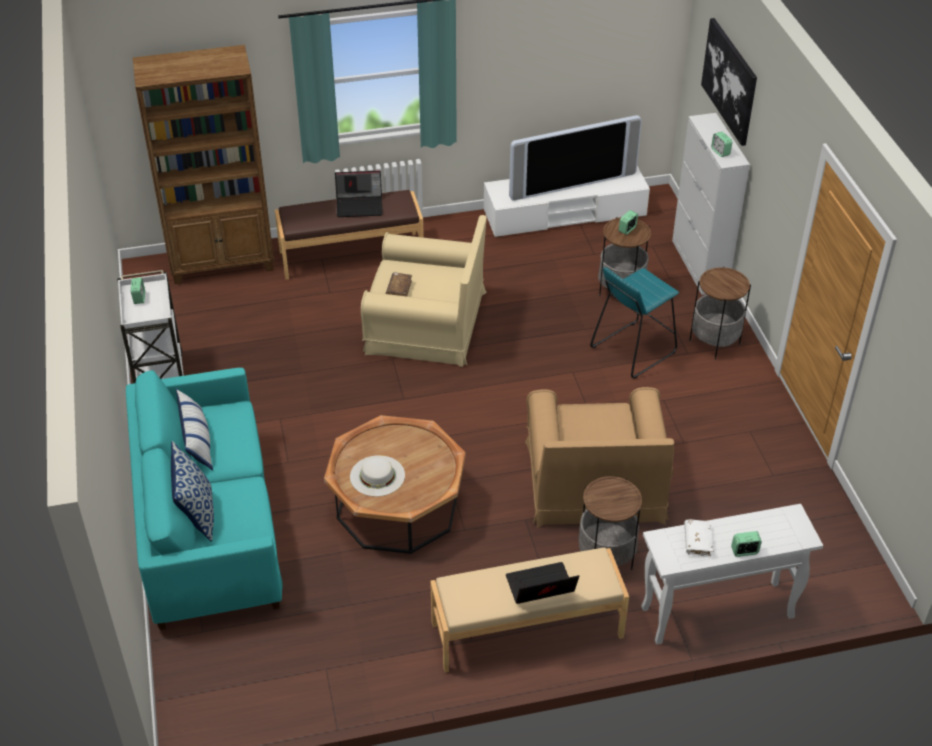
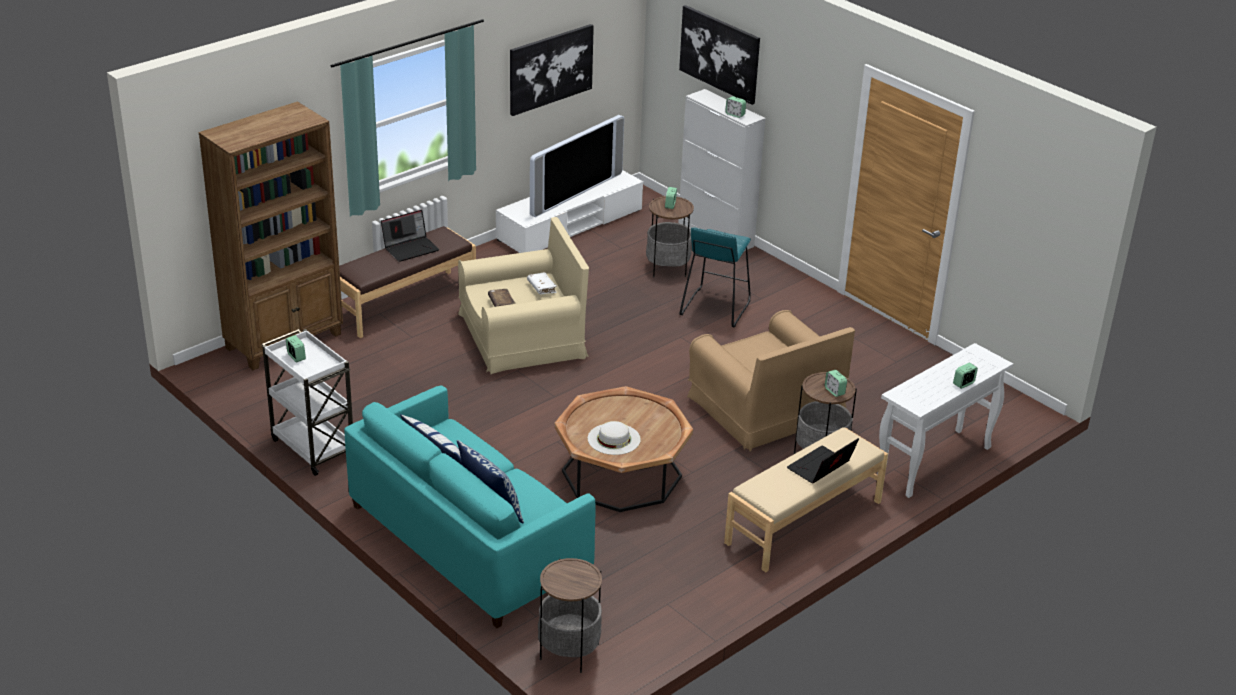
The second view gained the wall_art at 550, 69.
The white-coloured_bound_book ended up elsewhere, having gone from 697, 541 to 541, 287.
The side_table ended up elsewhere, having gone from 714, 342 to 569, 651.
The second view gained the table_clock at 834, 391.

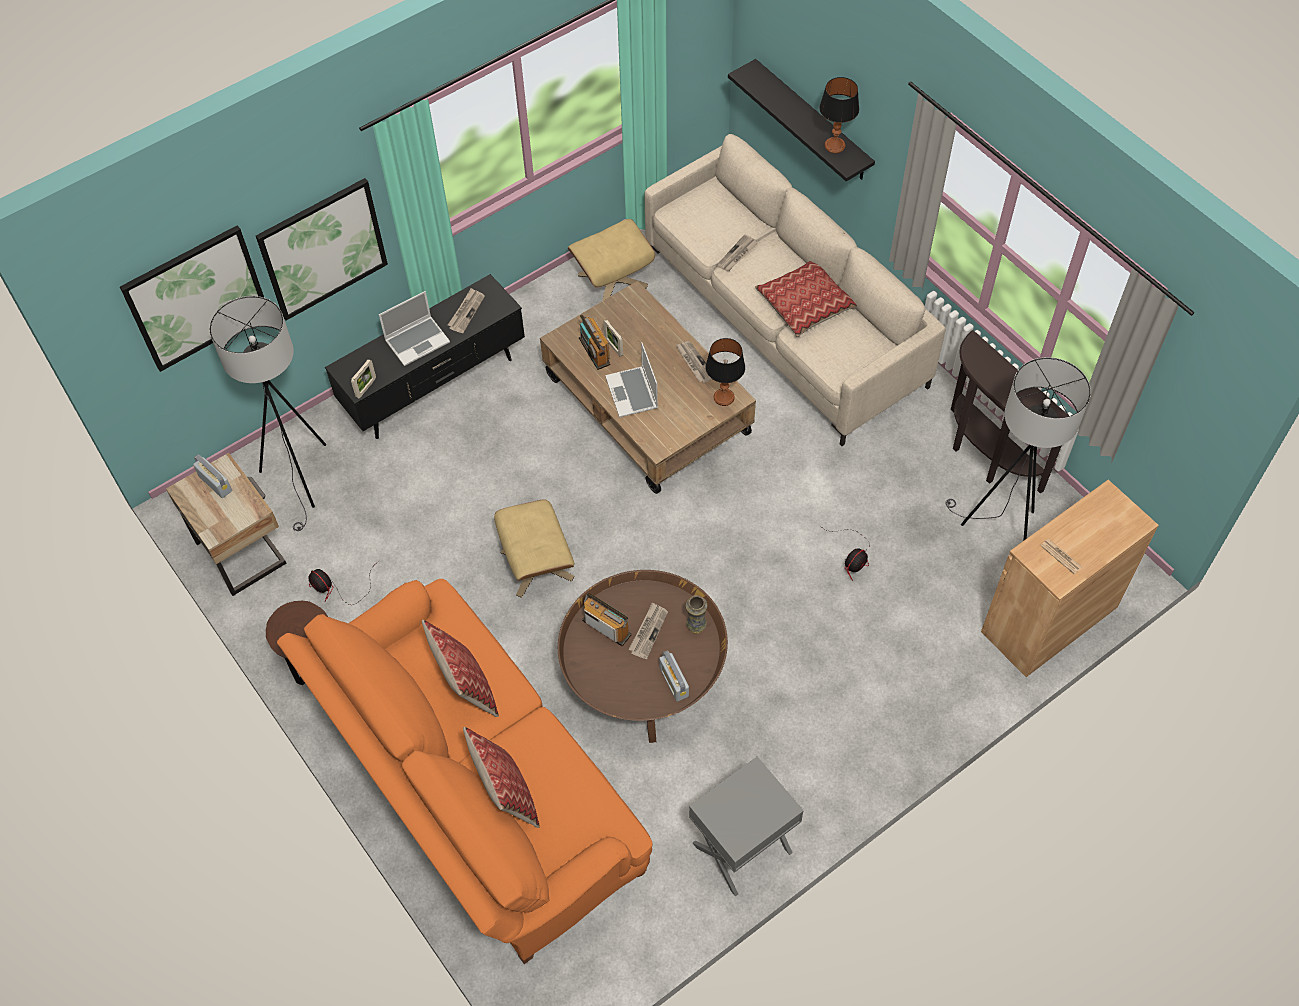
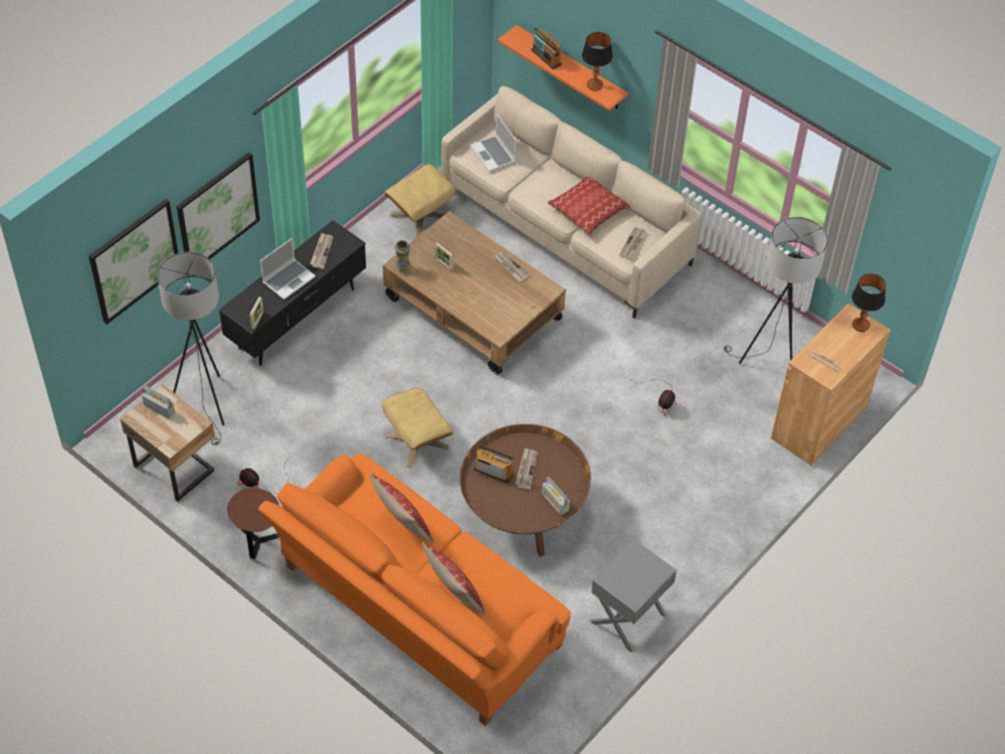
The vase ended up elsewhere, having gone from 696, 626 to 402, 268.
The laptop ended up elsewhere, having gone from 632, 393 to 493, 154.
What was the black-coloured_bracket_shelf at 812, 121 turned into the orange_bracket_shelf at 570, 68.
The radio_set ended up elsewhere, having gone from 594, 351 to 546, 57.
The daily_paper ended up elsewhere, having gone from 737, 255 to 633, 244.
The lamp_for_a_table ended up elsewhere, having gone from 724, 398 to 860, 325.
The second view lost the brown_narrow_table at 985, 457.

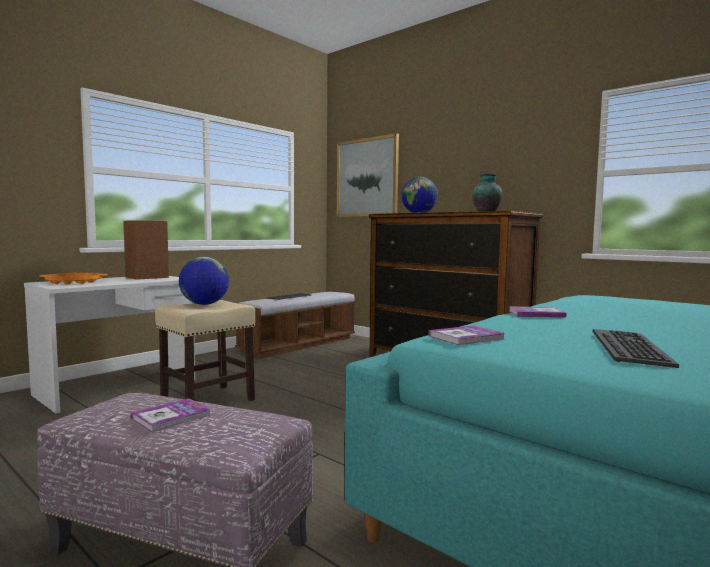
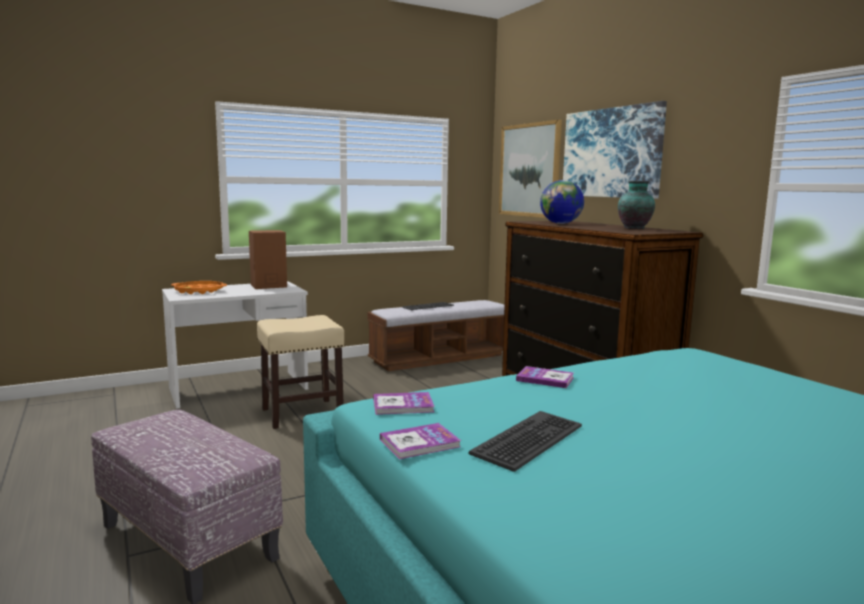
The bound_book ended up elsewhere, having gone from 171, 417 to 420, 443.
The second view gained the wall_art at 611, 153.
The second view lost the world_globe at 204, 304.

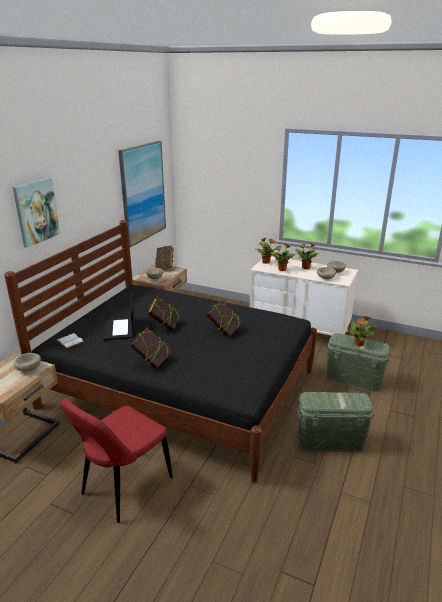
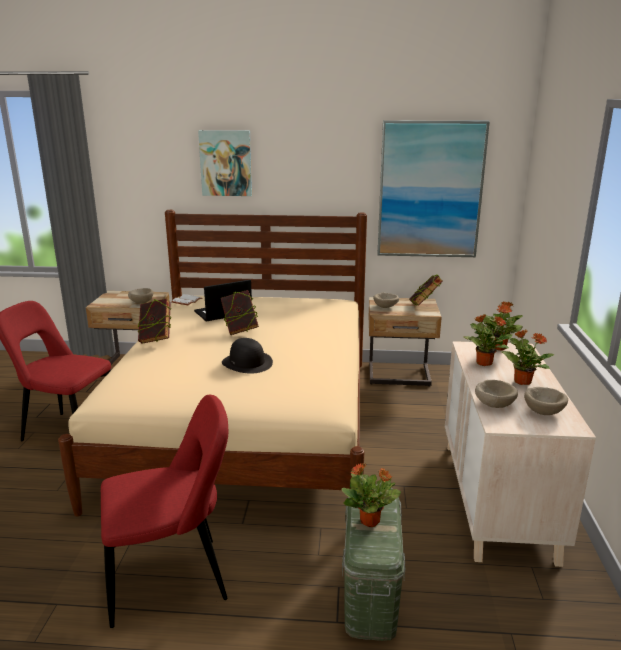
What was the black-coloured_sleeping_bed at 180, 389 turned into the beige_sleeping_bed at 247, 424.
Where the green_storage_box stood at 330, 441, the red_chair came to stand at 173, 579.
Where the bound_book stood at 224, 332, the black-coloured_wearable_hat came to stand at 247, 363.

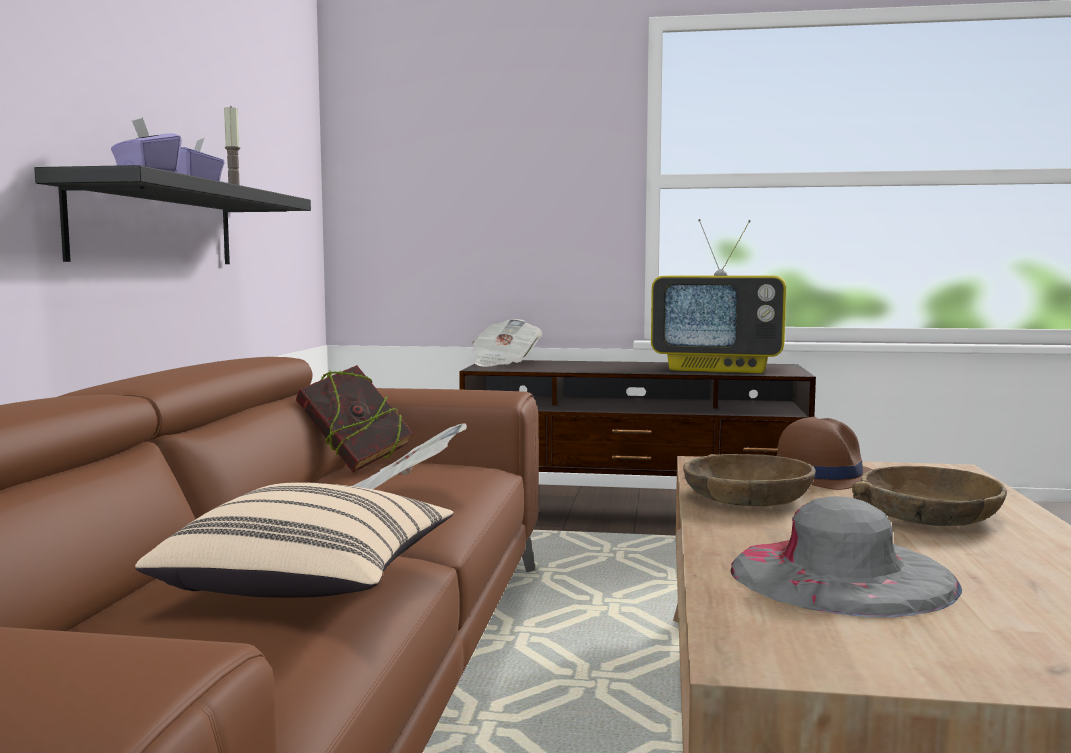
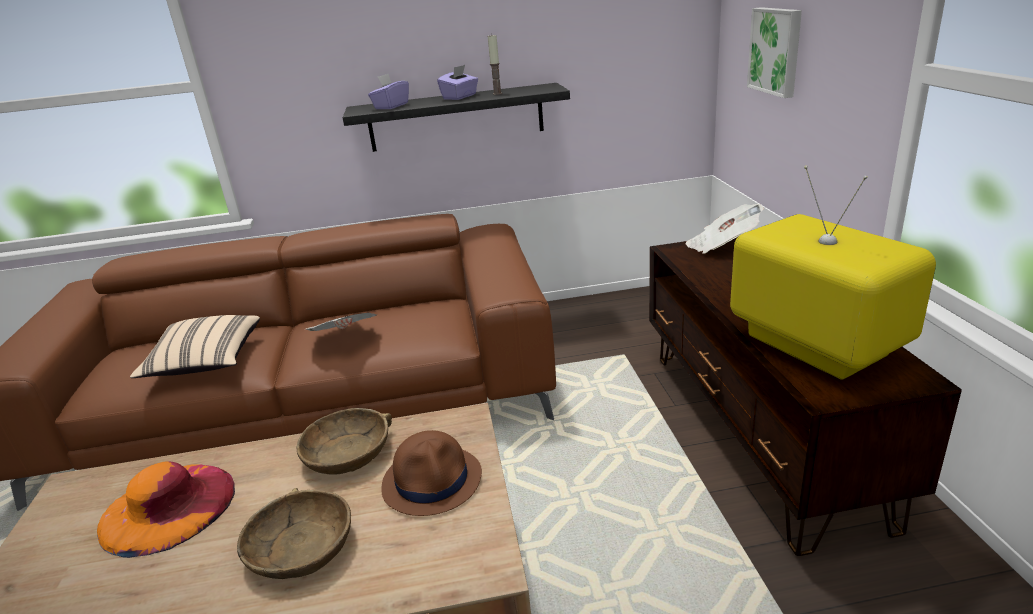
What was the greyish_wearable_hat at 840, 575 turned into the orange_wearable_hat at 168, 507.
The TV at 719, 369 ended up facing another way, 150 degrees clockwise from before.
The second view gained the wall_art at 776, 51.
The second view lost the bound_book at 356, 464.

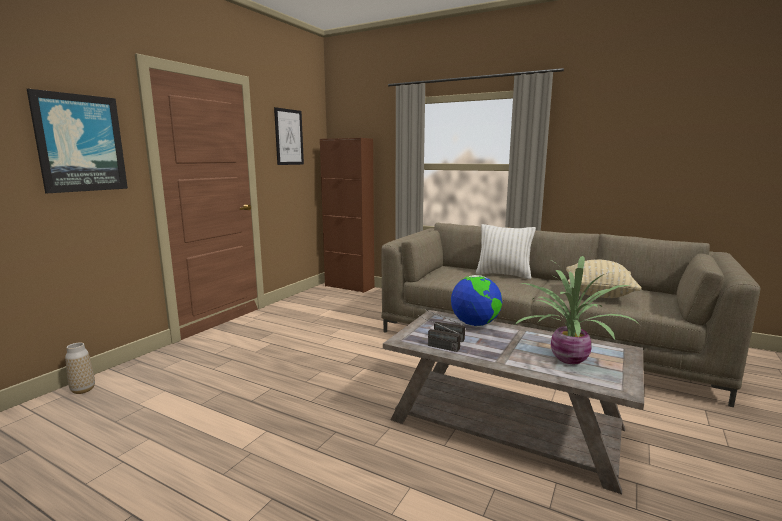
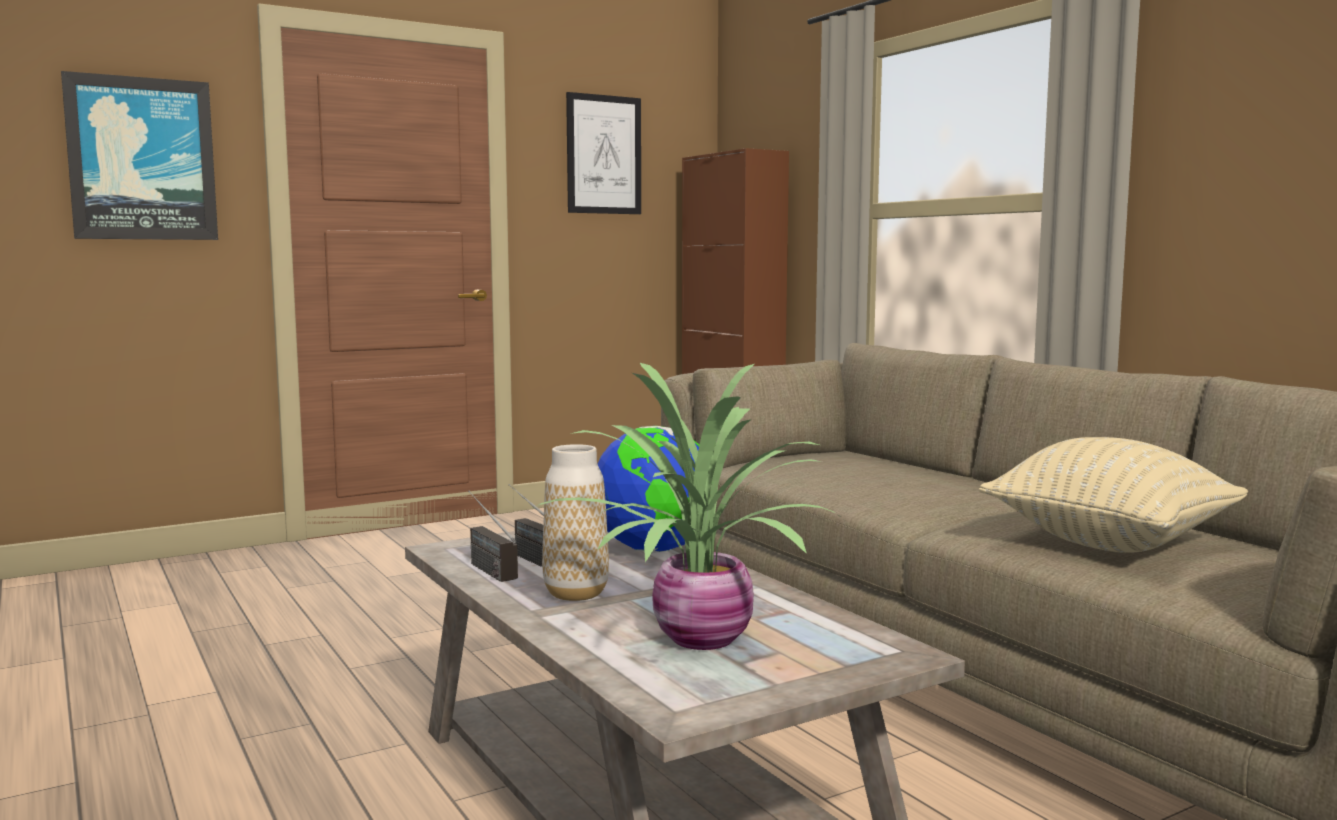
The vase ended up elsewhere, having gone from 83, 390 to 576, 593.
The second view lost the white-coloured_cushion at 503, 275.

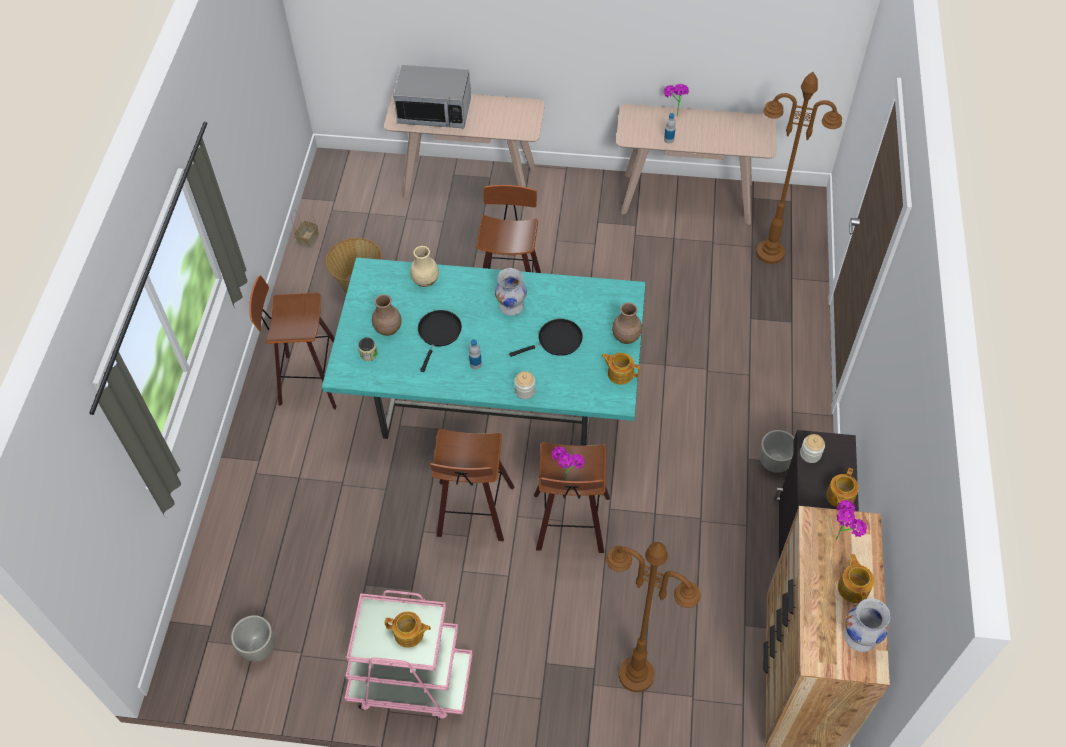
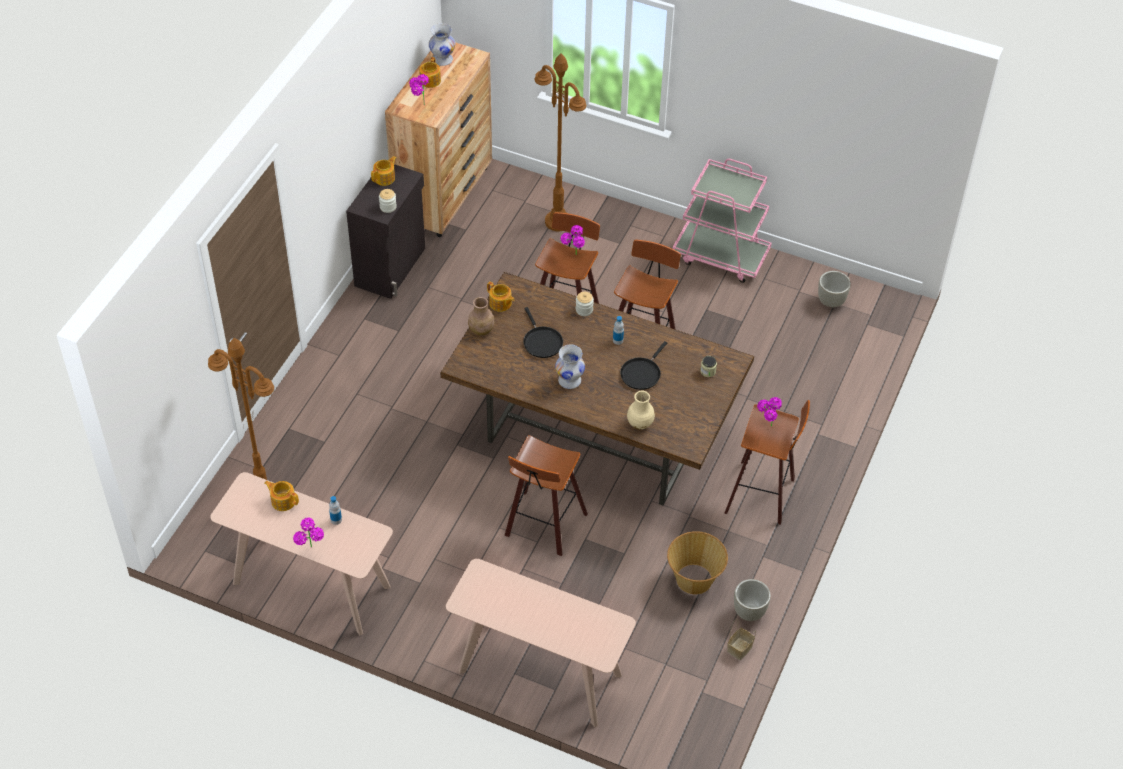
The pot_for_tea ended up elsewhere, having gone from 409, 634 to 283, 500.
What was the turquoise_dining_table at 494, 399 turned into the brown_dining_table at 594, 432.
The black-coloured_frying_pan at 556, 341 ended up facing another way, 105 degrees counterclockwise from before.
The greyish_flower_pot ended up elsewhere, having gone from 774, 462 to 749, 612.
The second view gained the plant_in_a_pot at 766, 428.
The second view lost the brown_vase at 388, 329.
The second view lost the microwave_oven at 434, 112.

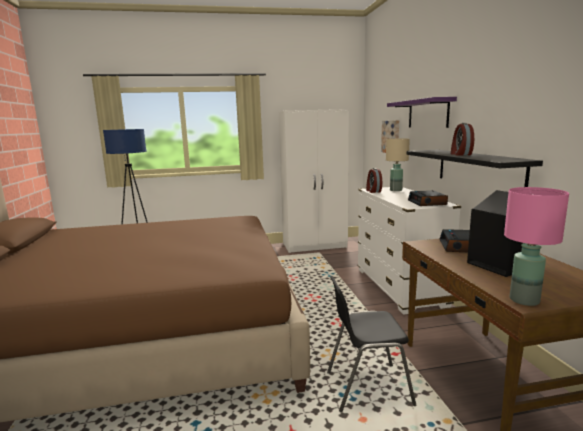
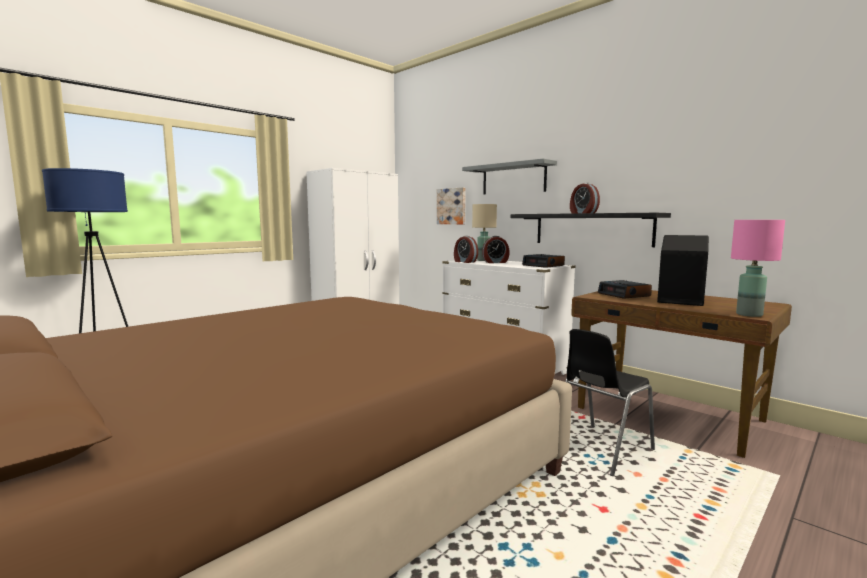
What was the purplish_bracket_shelf at 428, 114 turned into the greyish_bracket_shelf at 513, 179.
The second view gained the table_clock at 495, 262.

